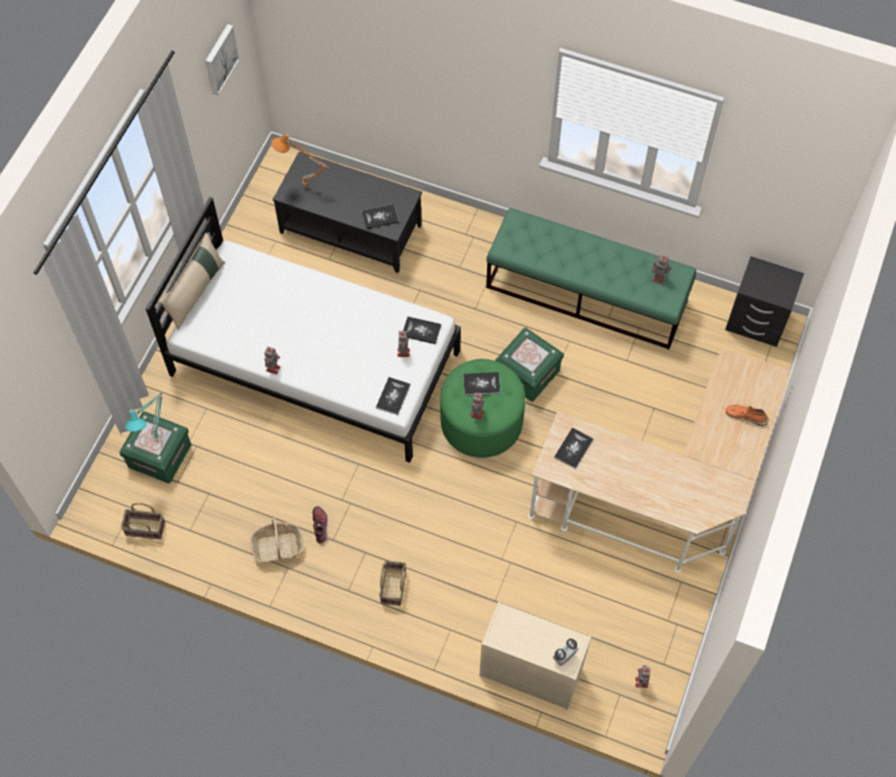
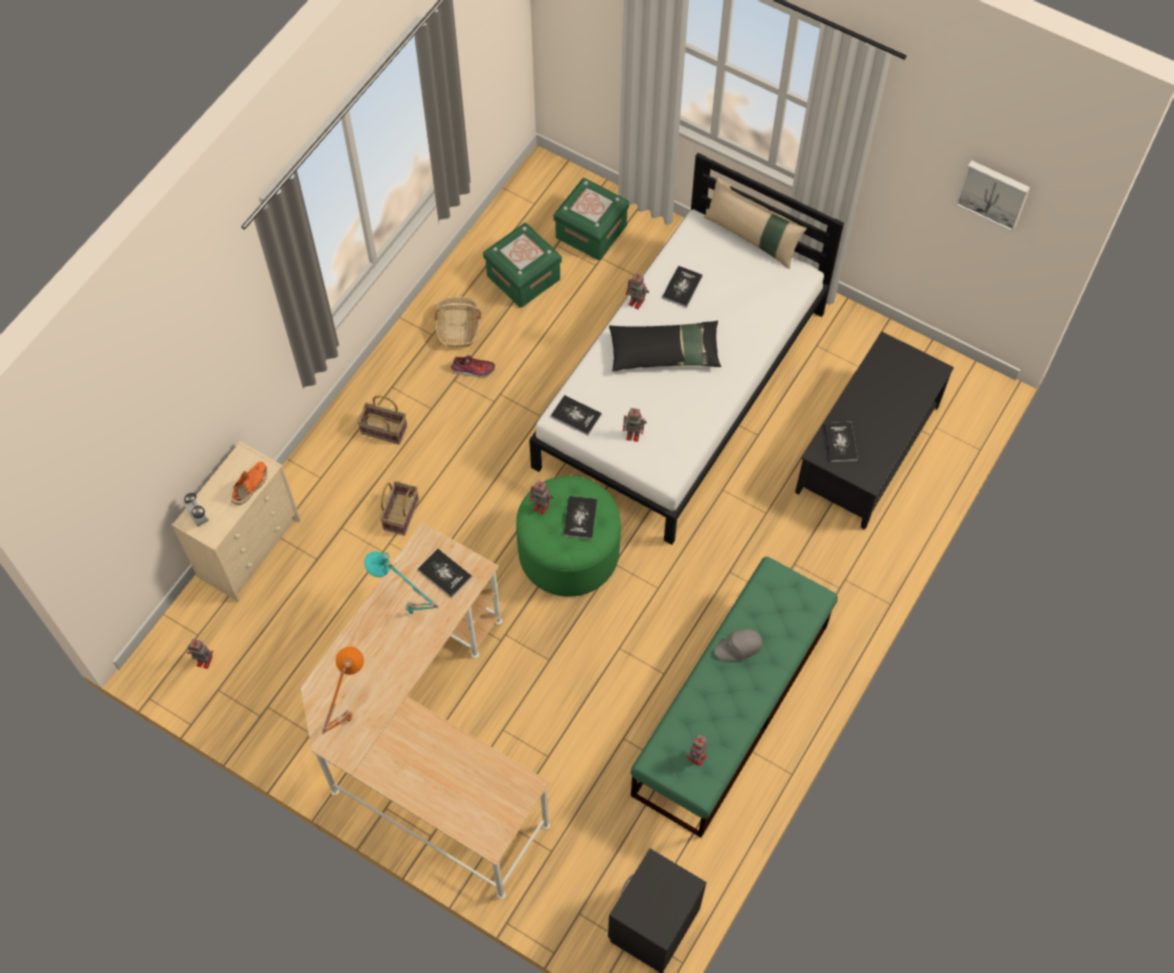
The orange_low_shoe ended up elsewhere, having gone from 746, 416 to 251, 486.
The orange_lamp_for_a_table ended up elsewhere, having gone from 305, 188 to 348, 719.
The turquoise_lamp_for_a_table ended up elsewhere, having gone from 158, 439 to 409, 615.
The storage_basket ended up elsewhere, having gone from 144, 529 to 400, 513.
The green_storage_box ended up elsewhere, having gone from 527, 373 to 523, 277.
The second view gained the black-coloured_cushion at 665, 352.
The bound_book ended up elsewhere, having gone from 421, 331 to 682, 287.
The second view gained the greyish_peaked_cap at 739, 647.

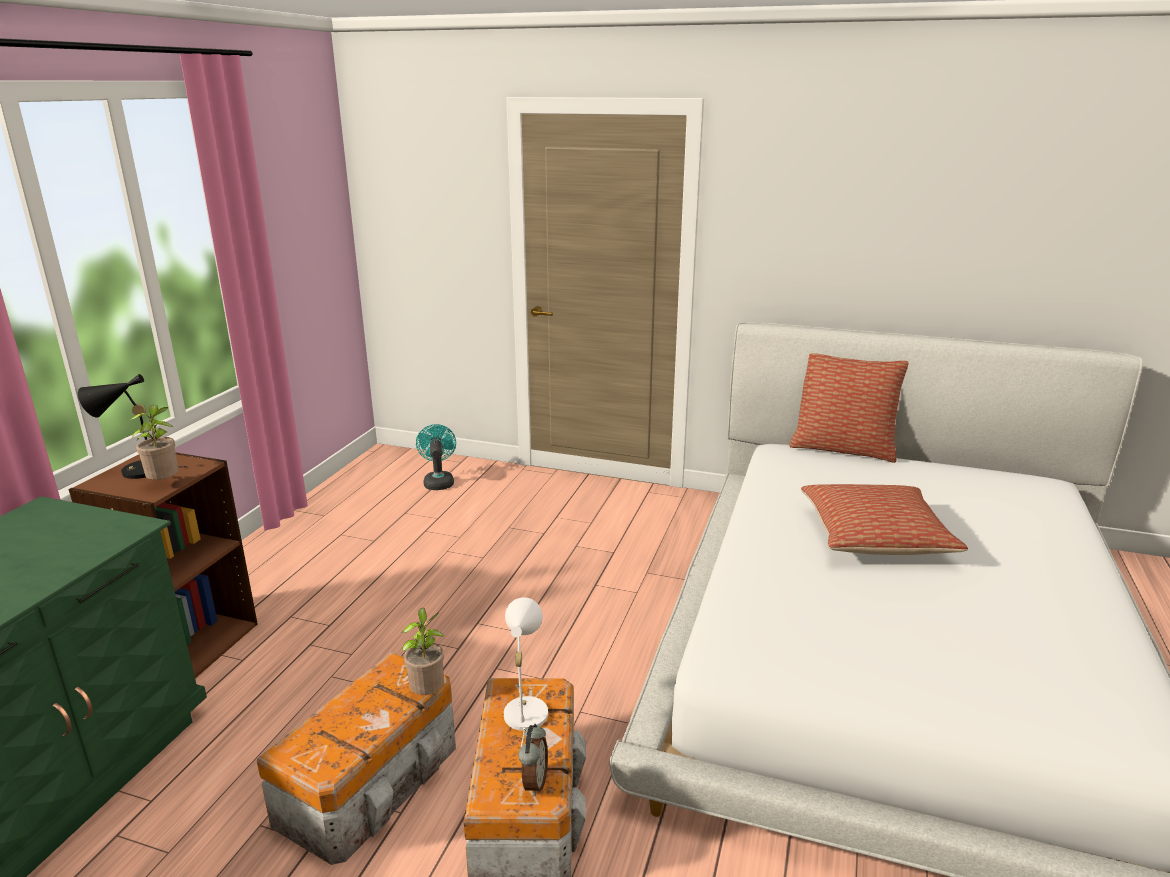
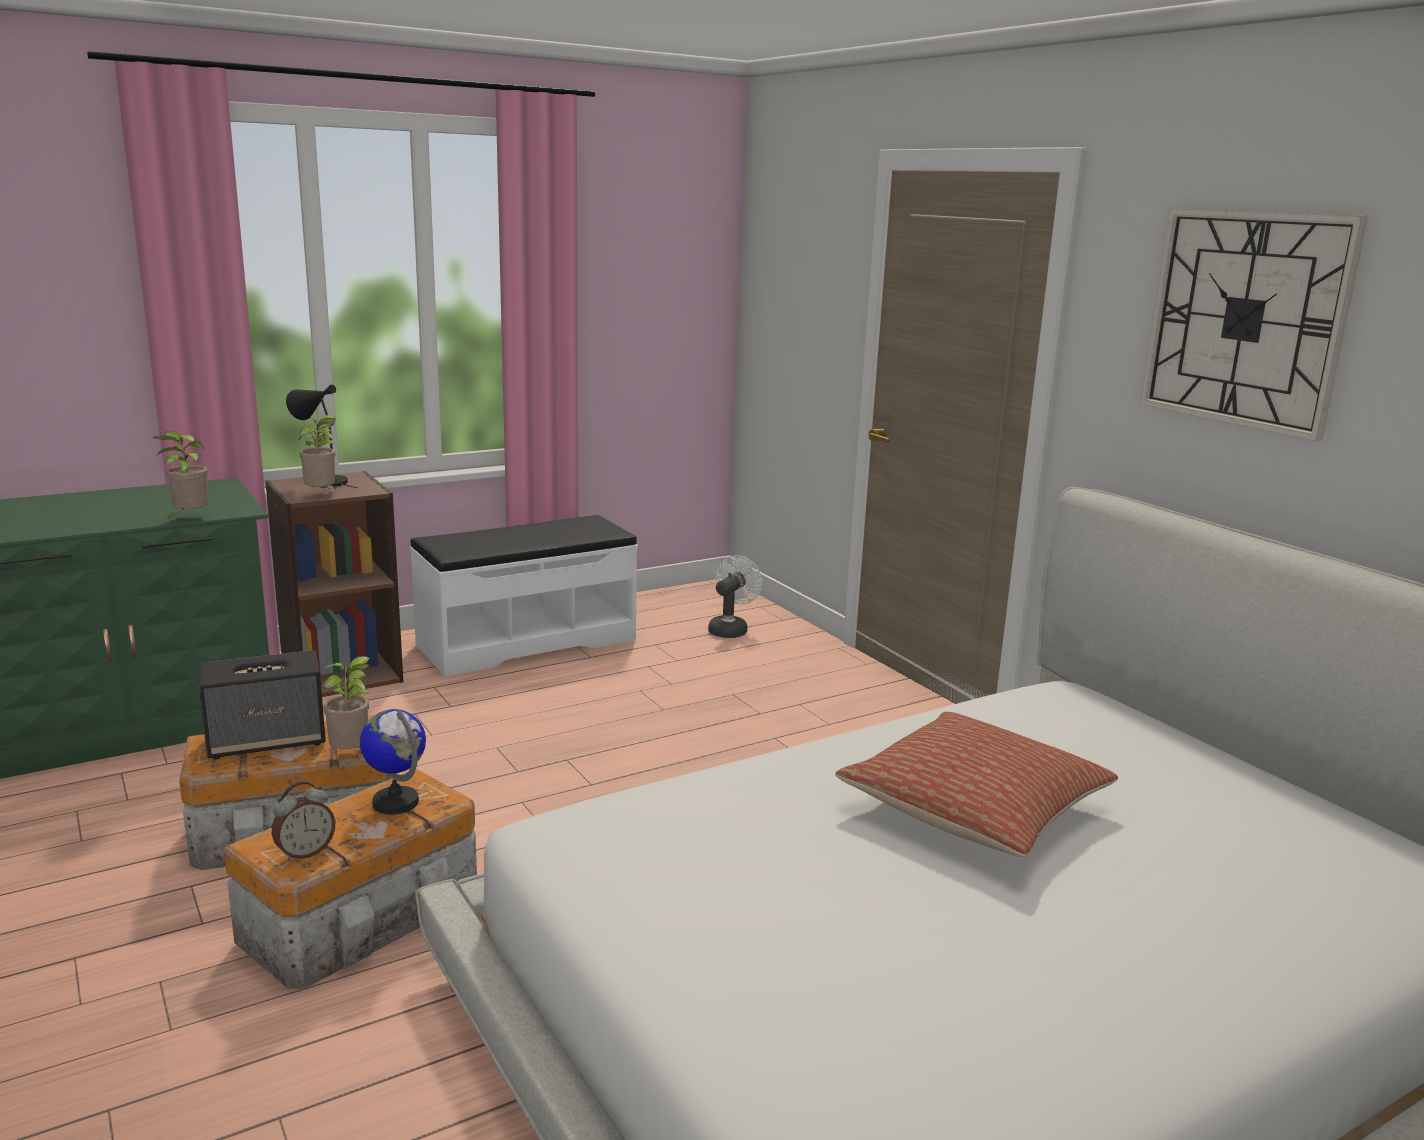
The second view gained the plant_in_a_pot at 189, 518.
The second view gained the loudspeaker at 268, 741.
Where the white-coloured_lamp_for_a_table stood at 525, 709, the world_globe came to stand at 396, 802.
The second view gained the white-coloured_long_seat at 526, 642.
What was the turquoise_fan at 438, 481 turned into the white-coloured_fan at 731, 629.
The second view gained the wall_clock at 1245, 319.
The second view lost the cushion at 843, 448.

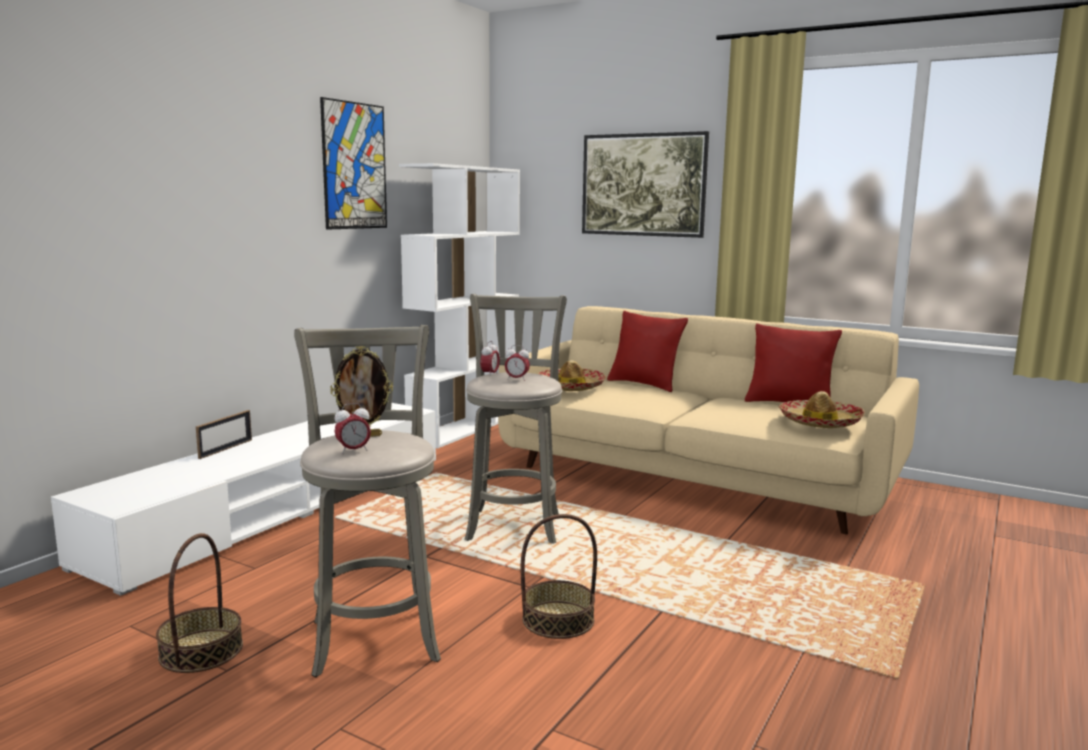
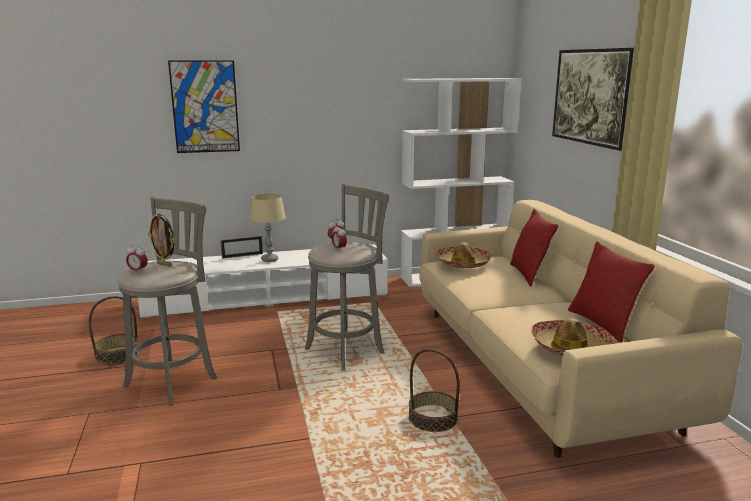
The wall_art ended up elsewhere, having gone from 354, 166 to 205, 107.
The second view gained the beige_lamp_for_a_table at 269, 260.
The storage_basket ended up elsewhere, having gone from 558, 619 to 433, 419.

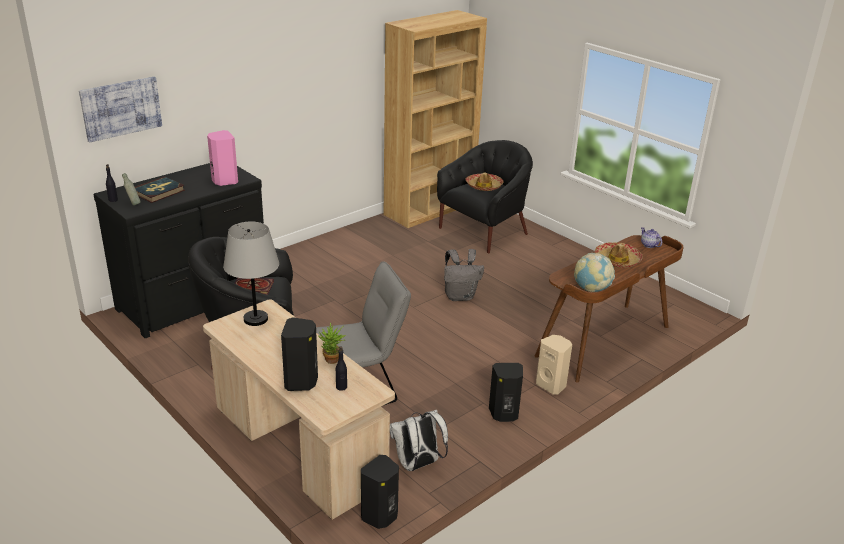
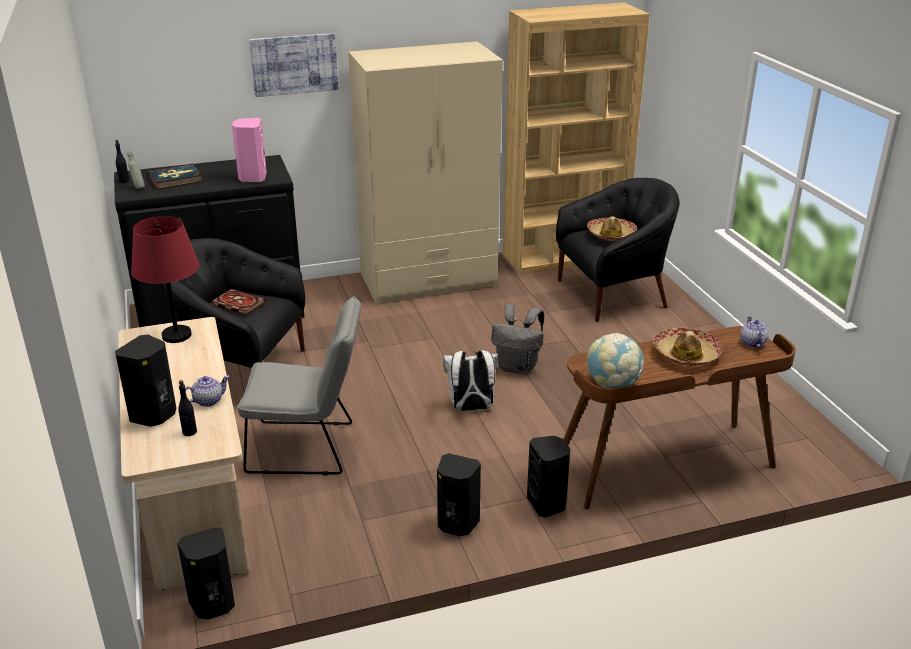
What was the greyish_lamp_for_a_table at 256, 319 turned into the red_lamp_for_a_table at 177, 335.
Where the plant_in_a_pot stood at 332, 361, the pot_for_tea came to stand at 208, 400.
The wall_art ended up elsewhere, having gone from 121, 108 to 294, 64.
The second view gained the beige_armoire at 428, 280.
The white-coloured_backpack ended up elsewhere, having gone from 417, 465 to 471, 408.
What was the beige_loudspeaker at 551, 385 turned into the black-coloured_loudspeaker at 547, 504.

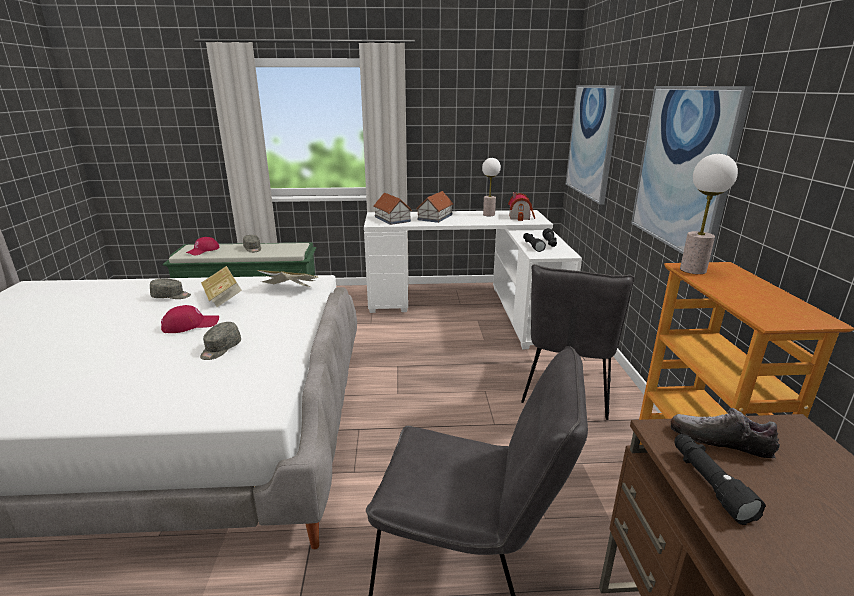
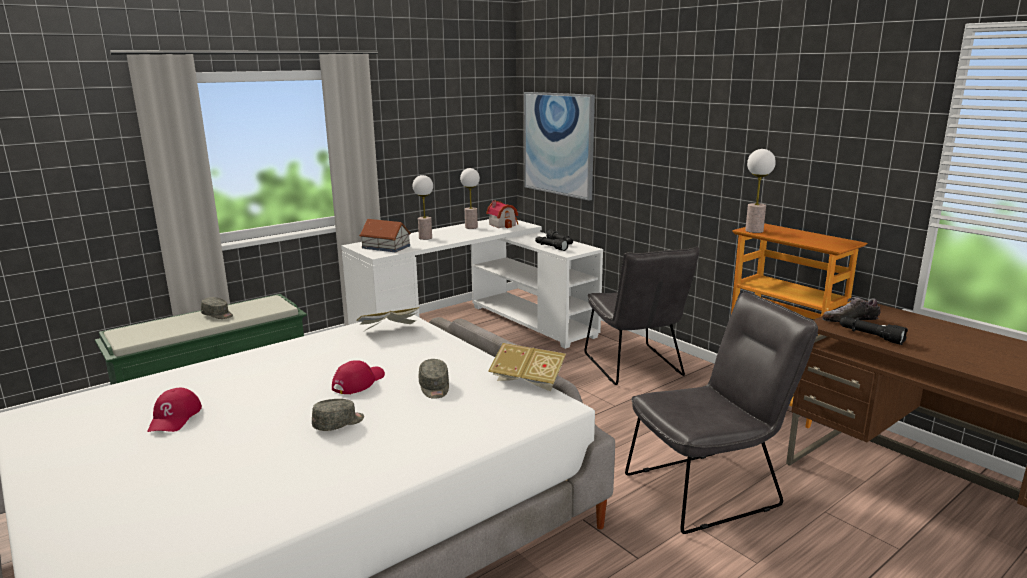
The red_peaked_cap ended up elsewhere, having gone from 203, 250 to 175, 417.
The greyish_peaked_cap ended up elsewhere, having gone from 171, 296 to 339, 423.
Where the model_house stood at 435, 217, the lamp_for_a_table came to stand at 425, 238.
The bound_book ended up elsewhere, having gone from 223, 297 to 528, 381.
The second view lost the wall_art at 683, 168.

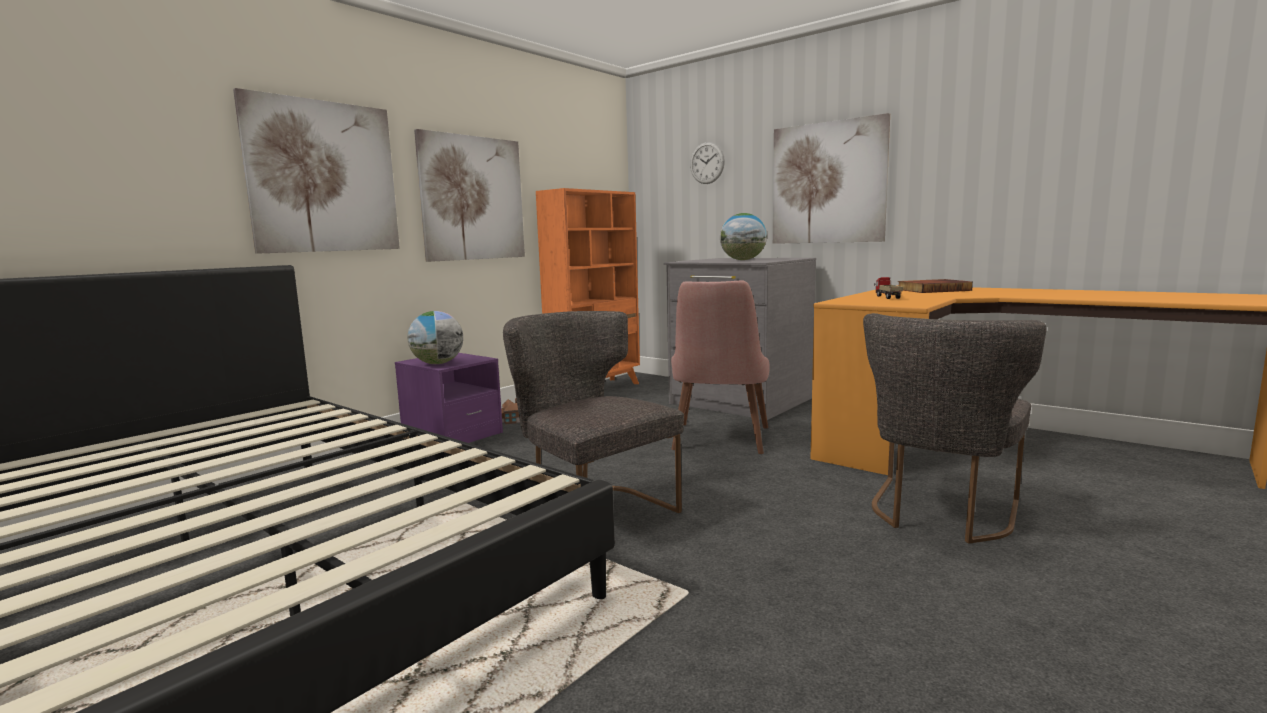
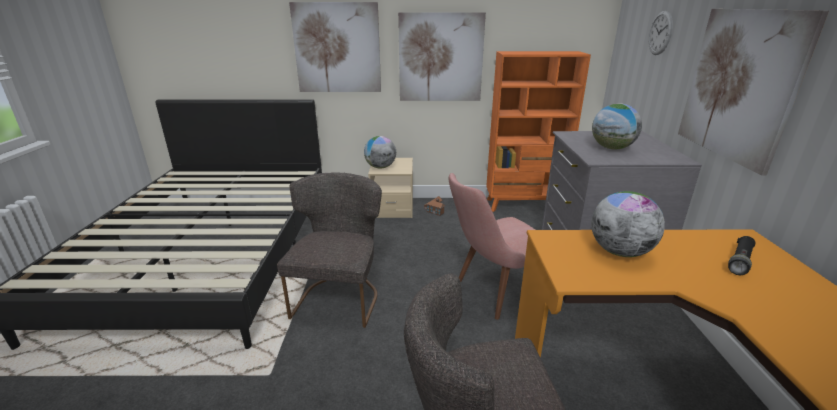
What was the purplish_bedside_table at 452, 435 turned into the beige_bedside_table at 392, 208.
Where the model_truck stood at 887, 297, the world_globe came to stand at 619, 252.
Where the bound_book stood at 933, 290, the black-coloured_flashlight came to stand at 740, 261.

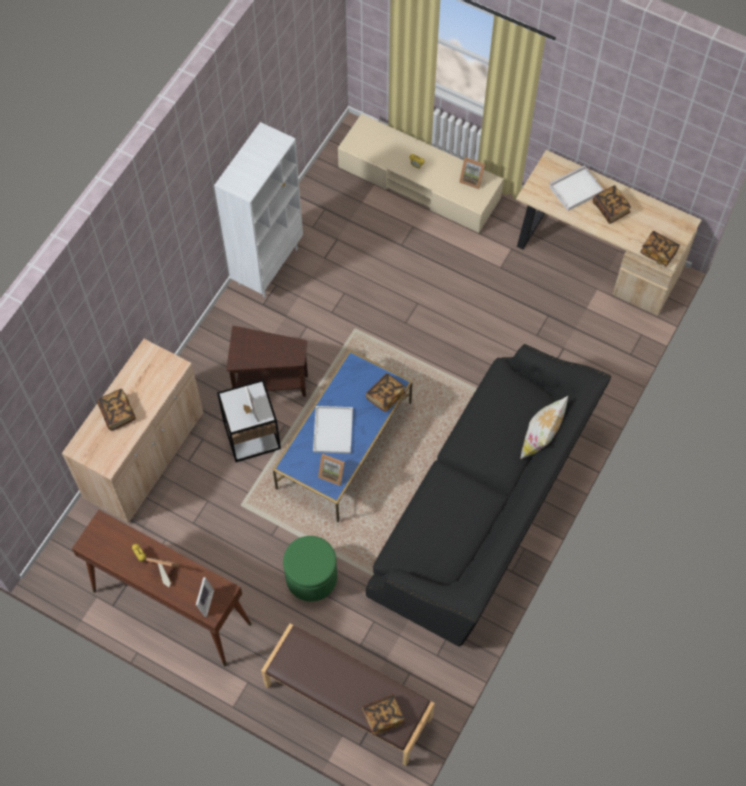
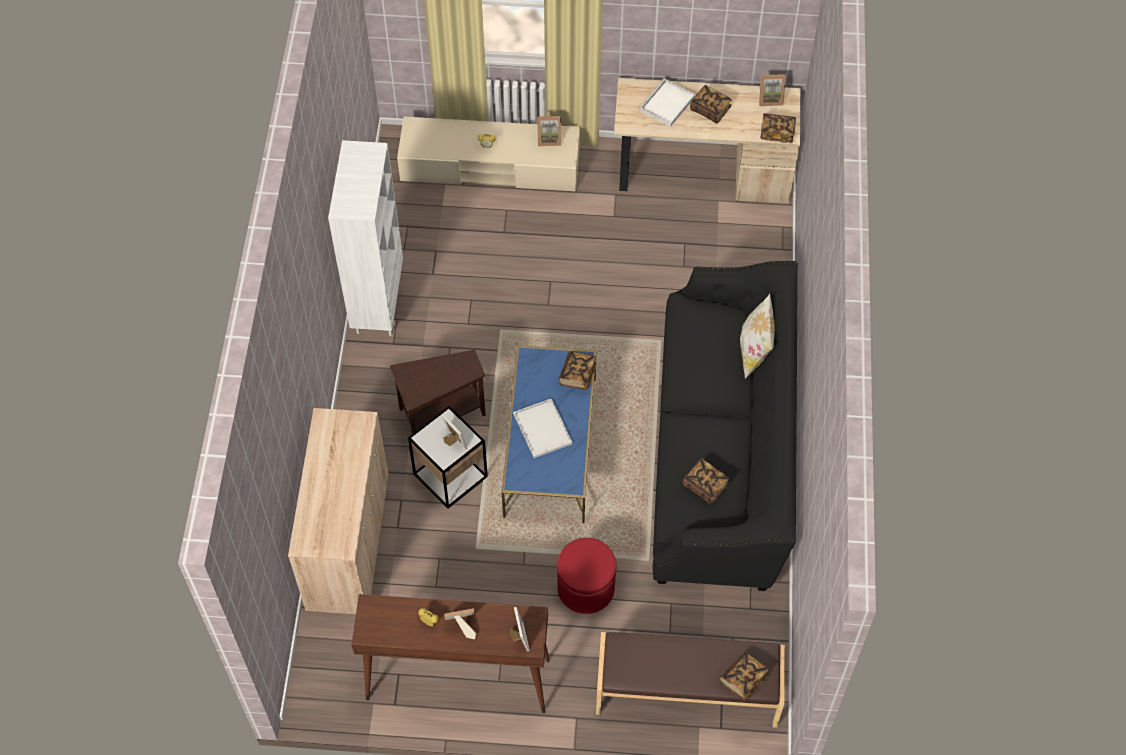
What was the green_footrest at 311, 577 turned into the red_footrest at 586, 588.
The bound_book ended up elsewhere, having gone from 117, 413 to 705, 486.
The standing_frame ended up elsewhere, having gone from 332, 473 to 770, 98.

